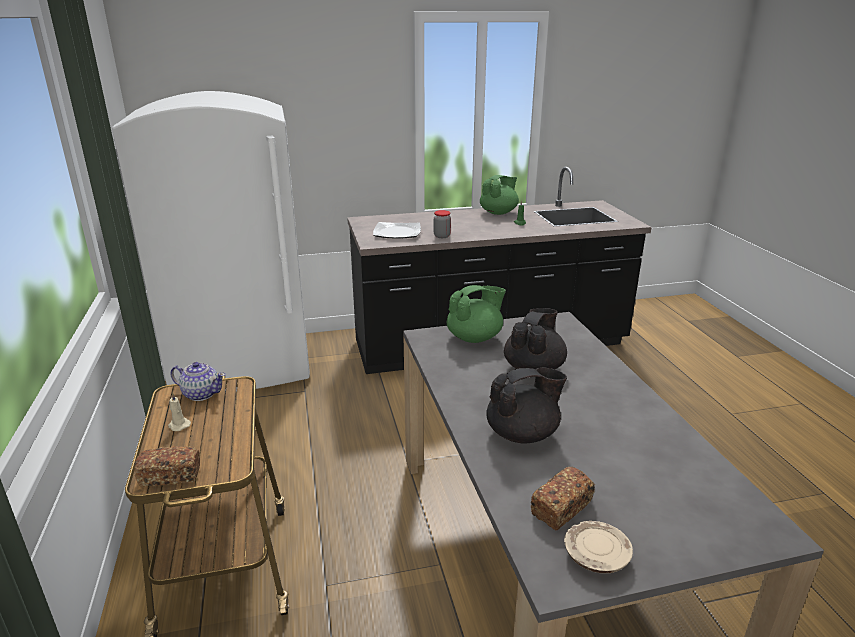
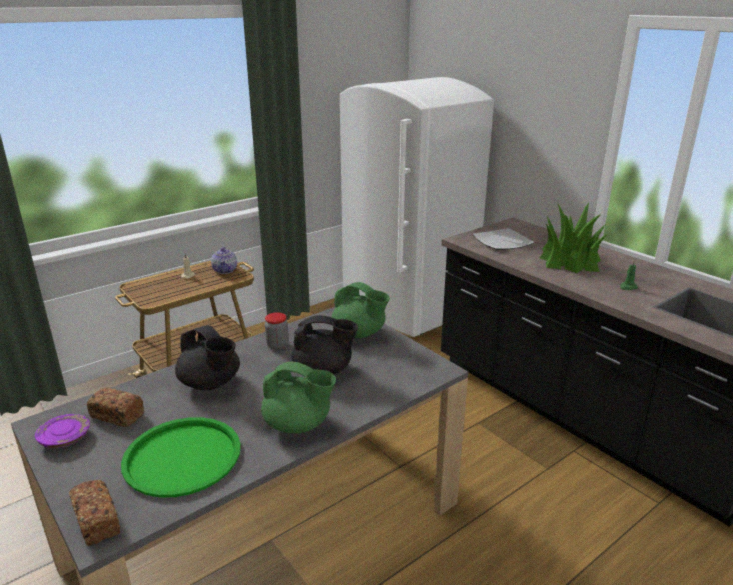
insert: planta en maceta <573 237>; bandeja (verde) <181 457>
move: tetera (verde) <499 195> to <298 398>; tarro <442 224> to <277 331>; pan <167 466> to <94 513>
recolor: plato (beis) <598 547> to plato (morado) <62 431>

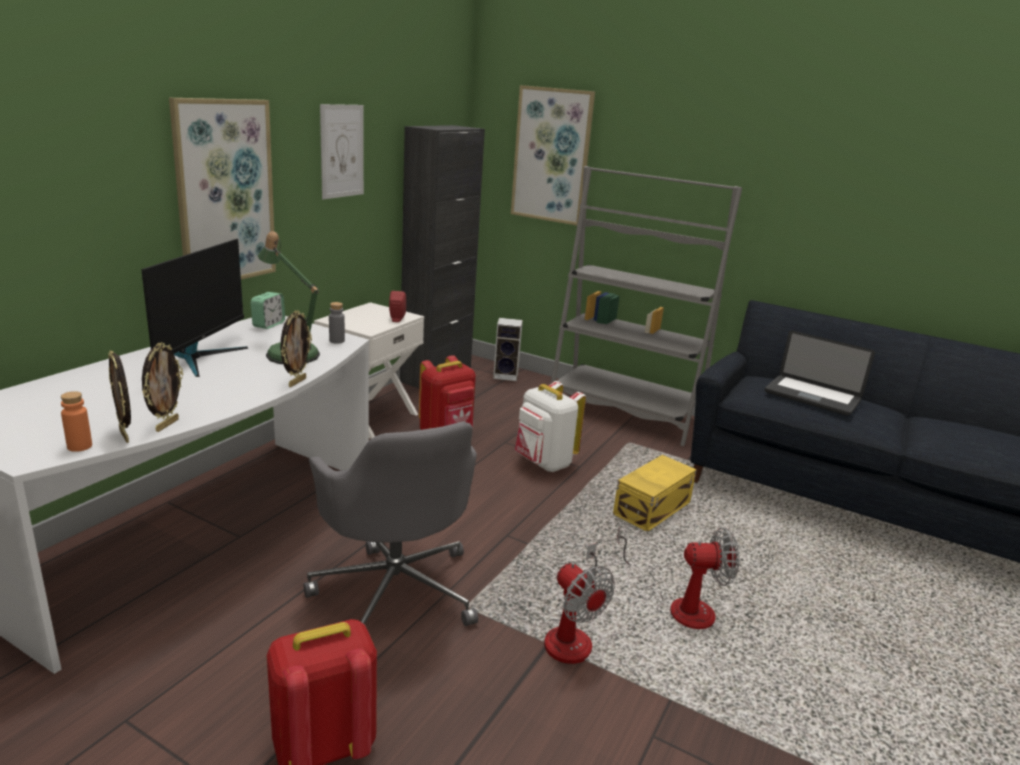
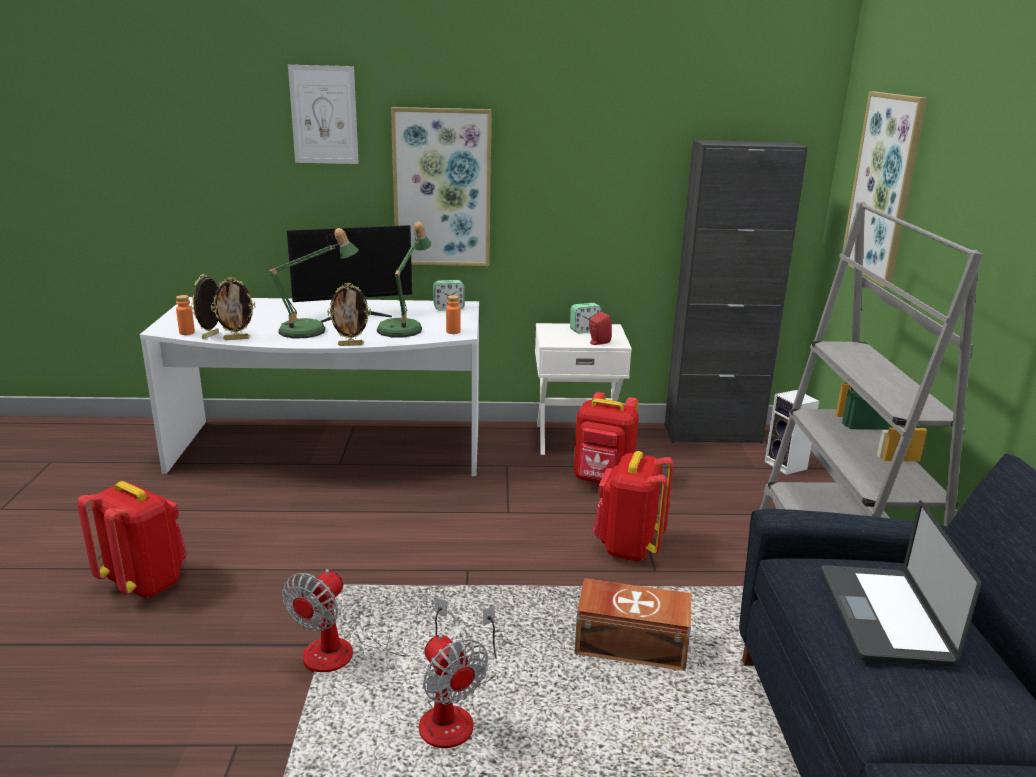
delete: silla de oficina (gris) <391 524>
insert: lámpara de mesa <312 283>; despertador <586 318>
move: cuadro <342 151> to <323 114>
recolor: botella (gris) <337 322> to botella (naranja) <453 314>; mochila (blanco) <550 426> to mochila (rojo) <633 506>; caja de almacenaje (amarillo) <655 493> to caja de almacenaje (marrón) <632 624>

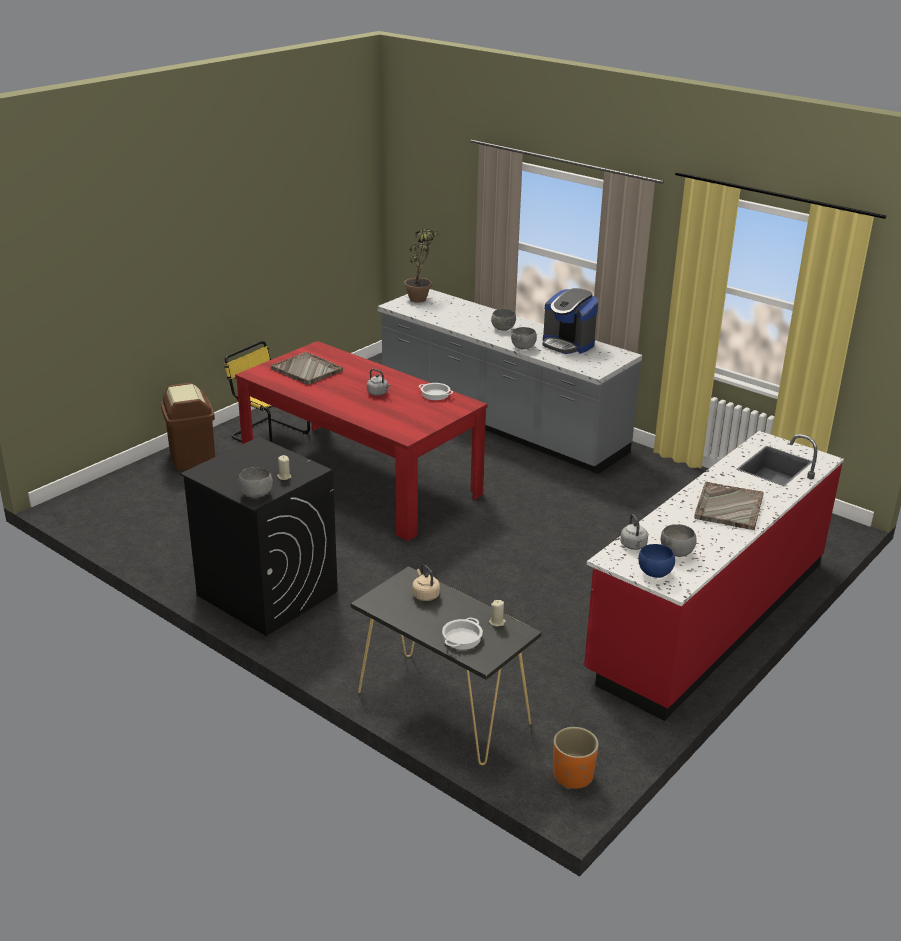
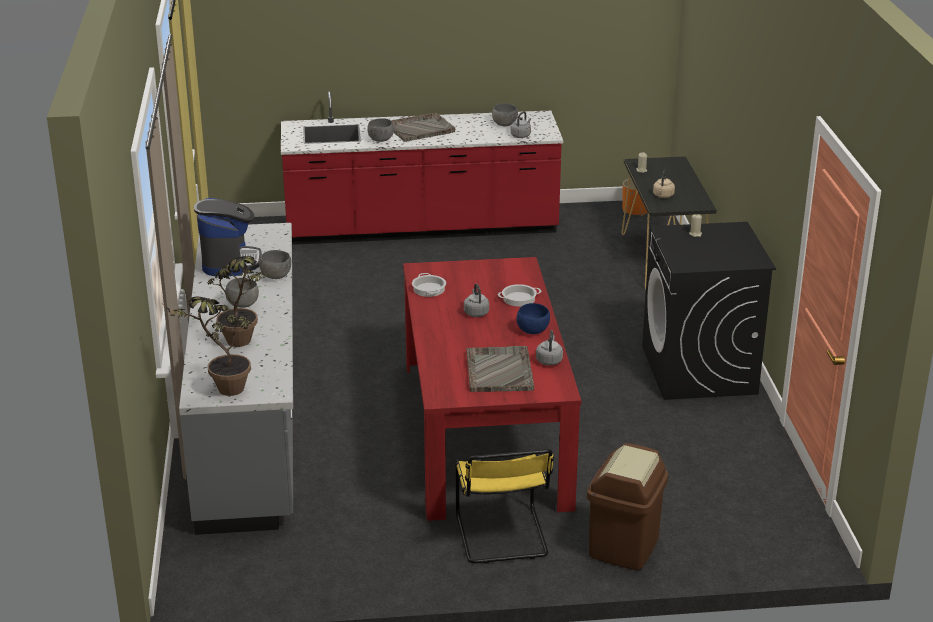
insert: planta en maceta <236 301>; hervidor (gris) <549 347>
move: cuenco (gris) <255 482> to <380 130>; cuenco (azul) <656 561> to <533 318>; olla <462 634> to <519 295>

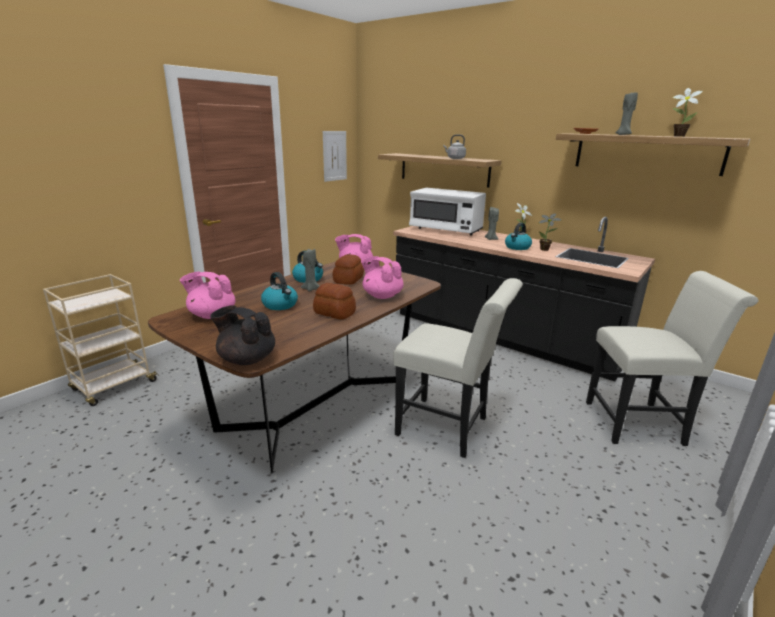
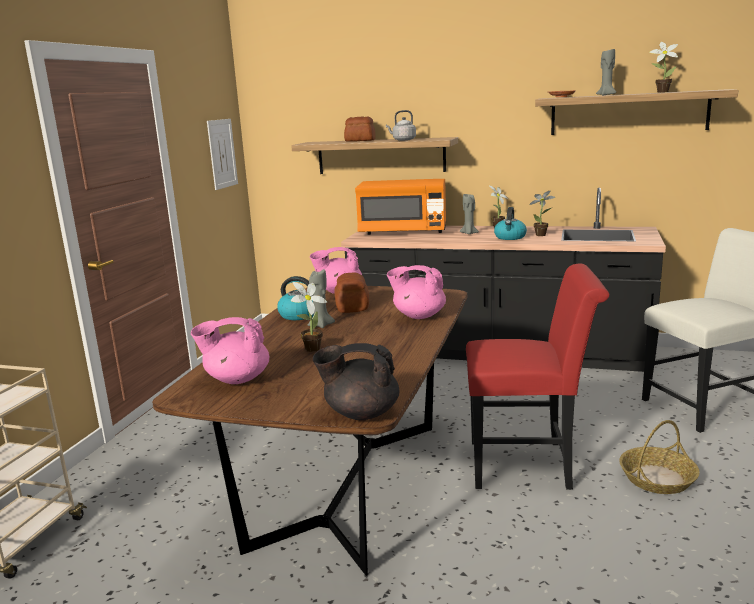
insert: cesta <659 457>
move: pan <334 301> to <360 129>
replace: hervidor <279 291> to planta en maceta <309 317>
recolor: microondas (blanco) <447 212> to microondas (naranja) <400 207>; silla (blanco) <458 368> to silla (rojo) <537 377>

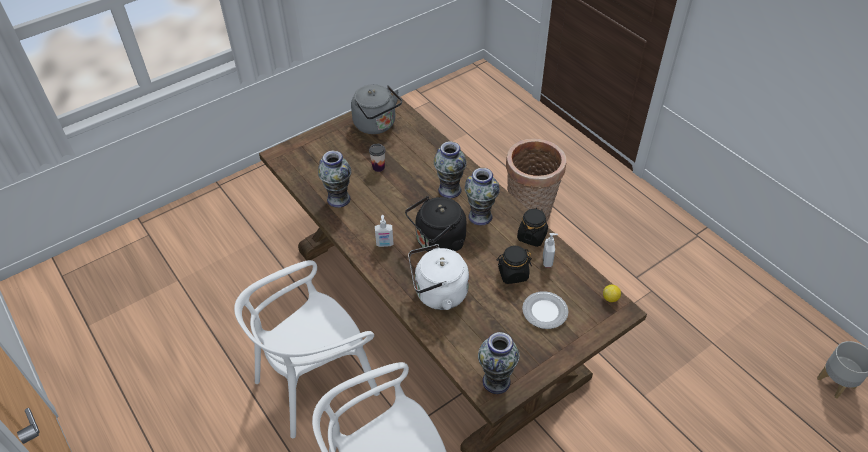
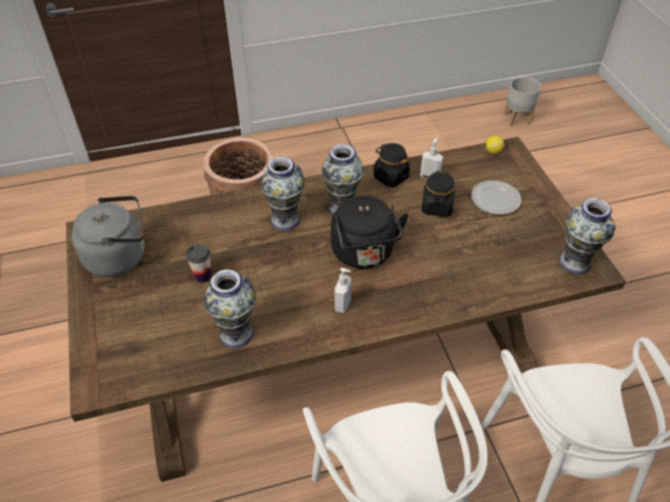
delete: hervidor (blanco) <438 277>

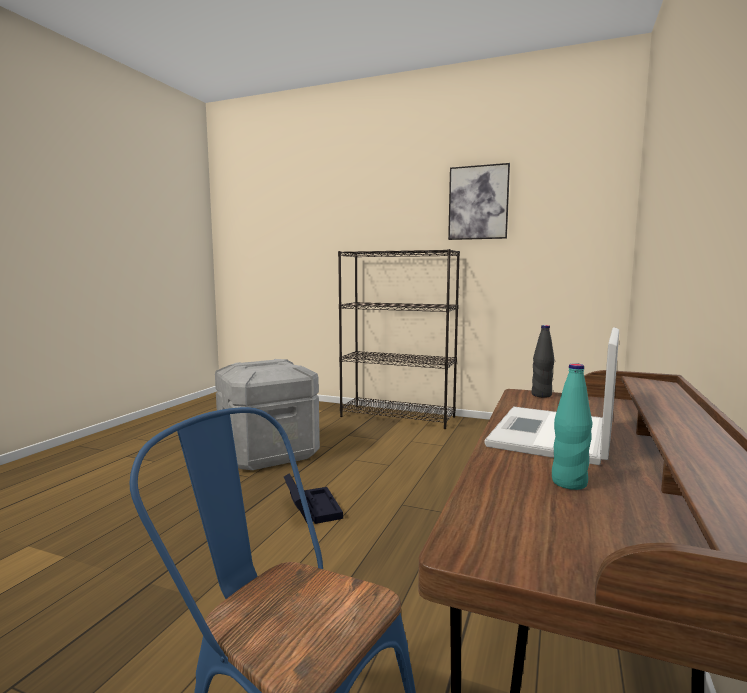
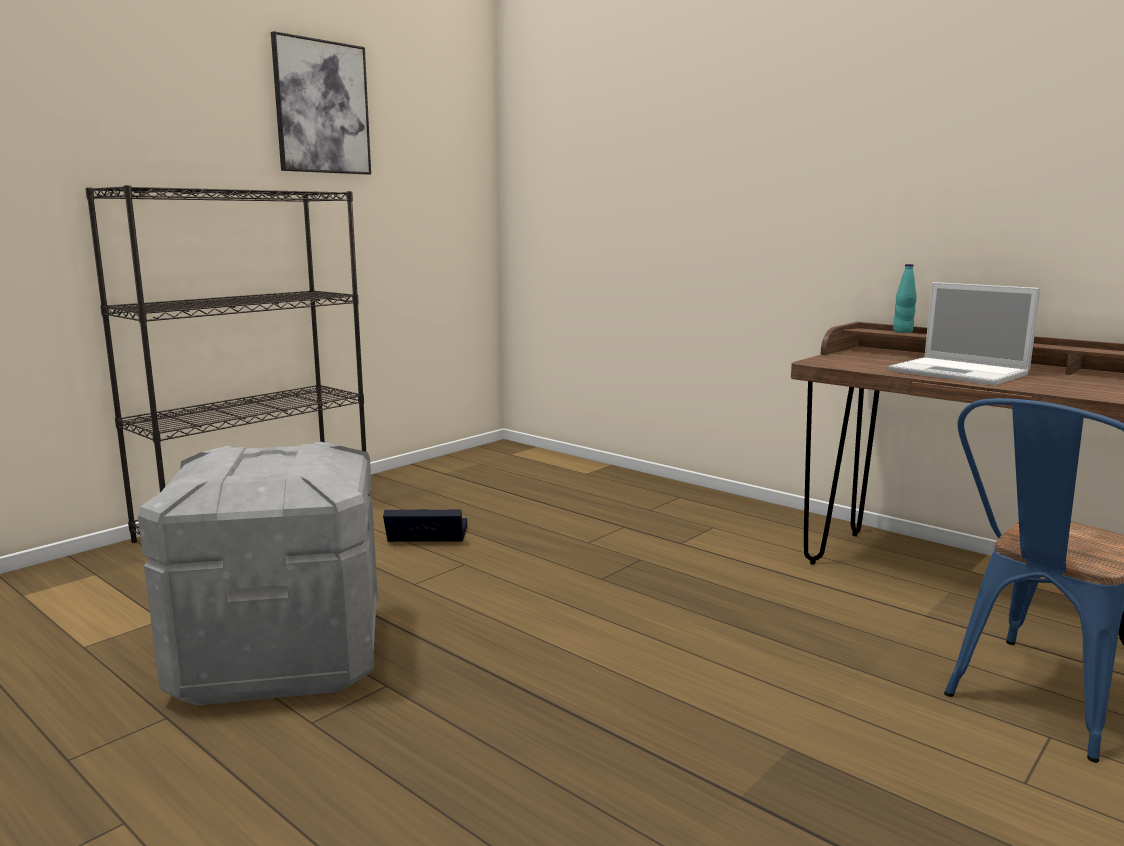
delete: botella (negro) <542 361>
move: botella (turquesa) <572 426> to <905 298>; caja de almacenaje (negro) <313 498> to <425 525>

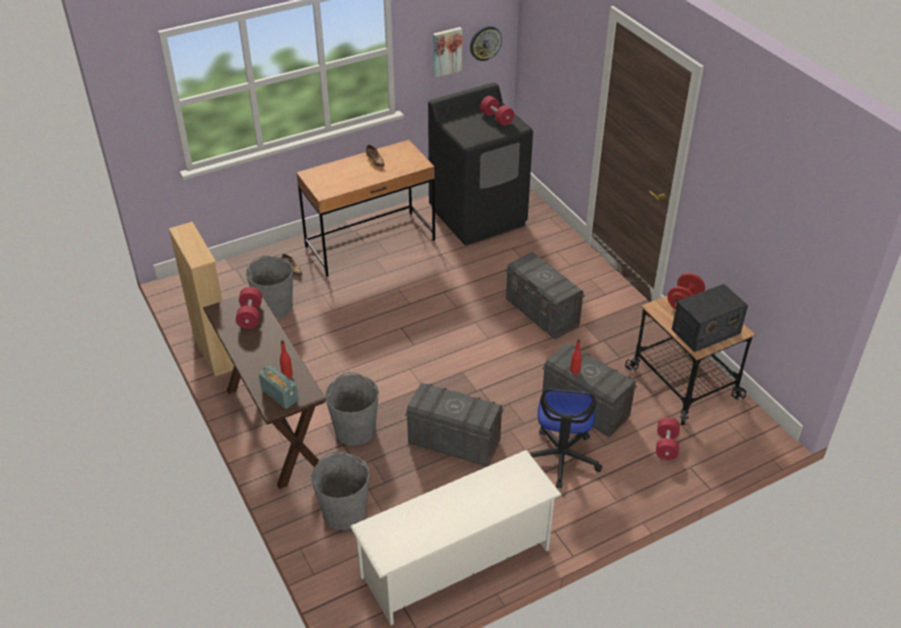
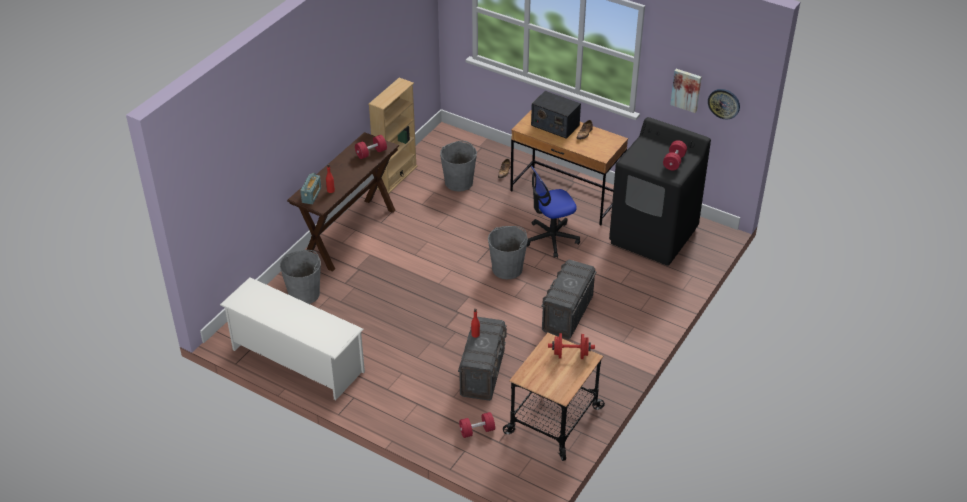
delete: caja de almacenaje (gris) <454 425>
move: radio <710 318> to <556 115>; cubo (gris) <352 409> to <508 252>; silla de oficina <565 438> to <553 212>

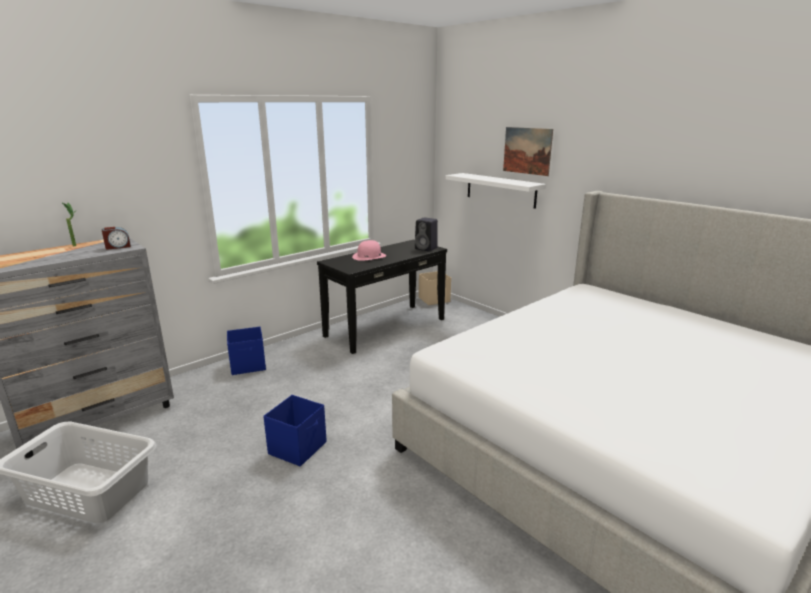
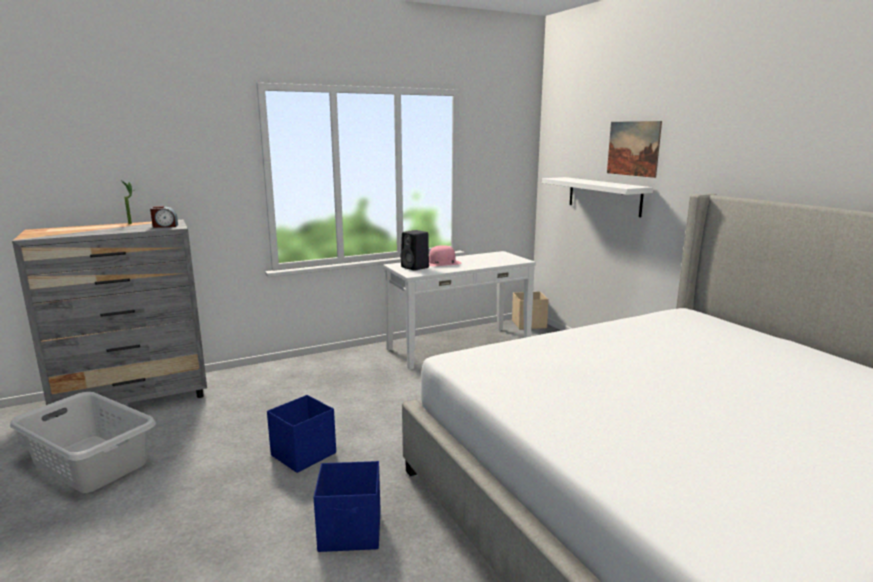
move: altavoz (negro) <426 234> to <414 250>; caja de almacenaje (azul) <246 351> to <347 506>
recolor: mesa consola (negro) <382 297> to mesa consola (blanco) <459 310>

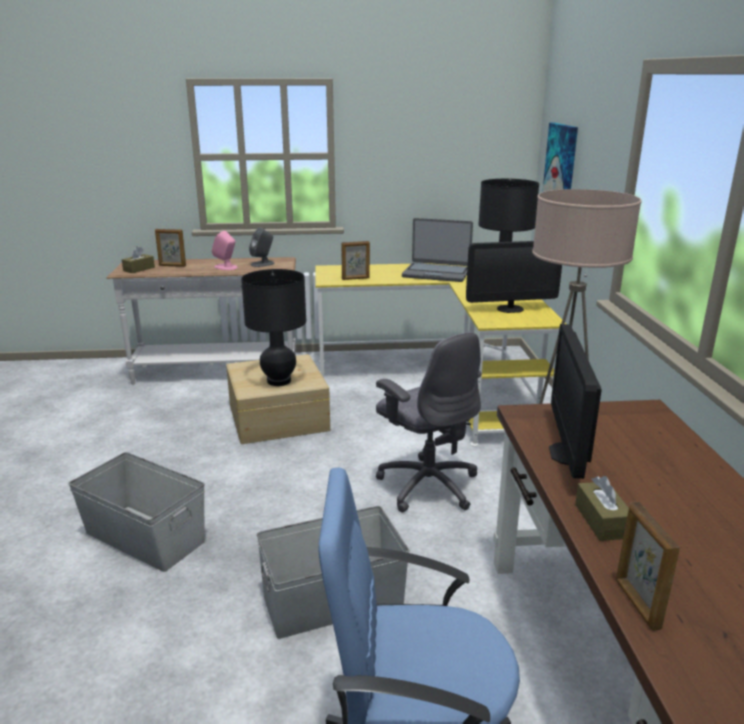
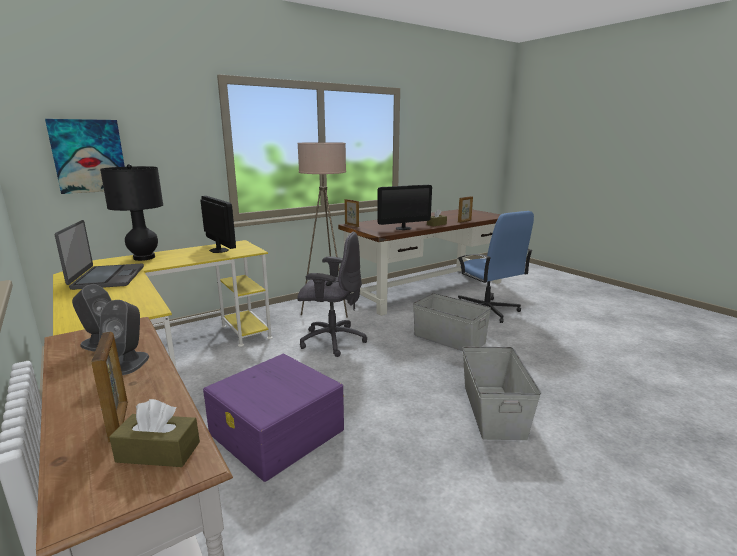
delete: lámpara de mesa (negro) <273 327>
move: portarretratos <355 260> to <351 213>
recolor: altavoz (rosa) <225 250> to altavoz (gris) <124 337>; caja de almacenaje (beis) <278 399> to caja de almacenaje (morado) <273 418>
rotate: silla de oficina (gris) <428 422> = <332 294> 75 degrees clockwise

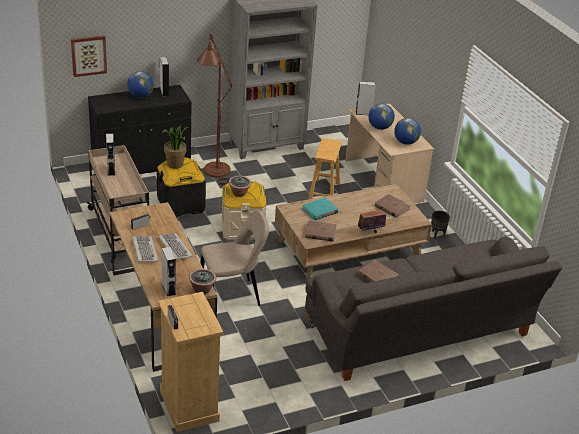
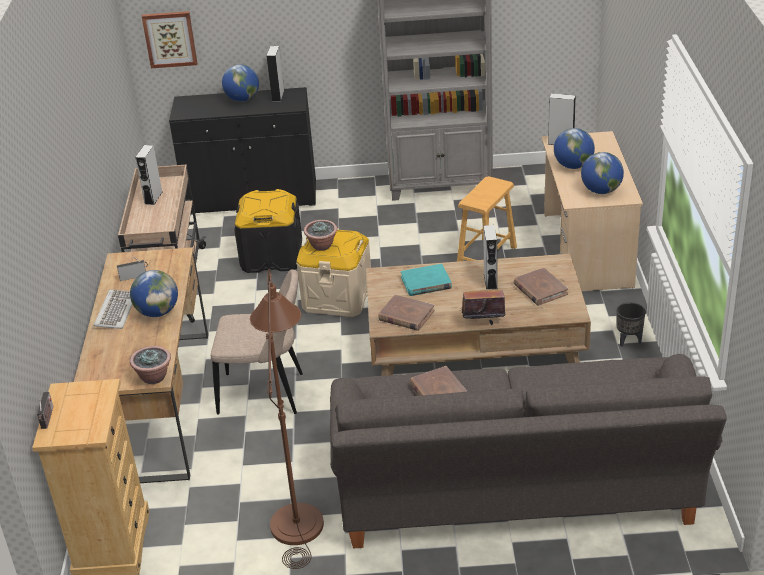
delete: planta en maceta <174 147>
move: lámpara de pie (marrón) <214 110> to <287 419>; altavoz (gris) <168 272> to <490 257>
replace: teclado <175 246> to globo terráqueo <154 293>

